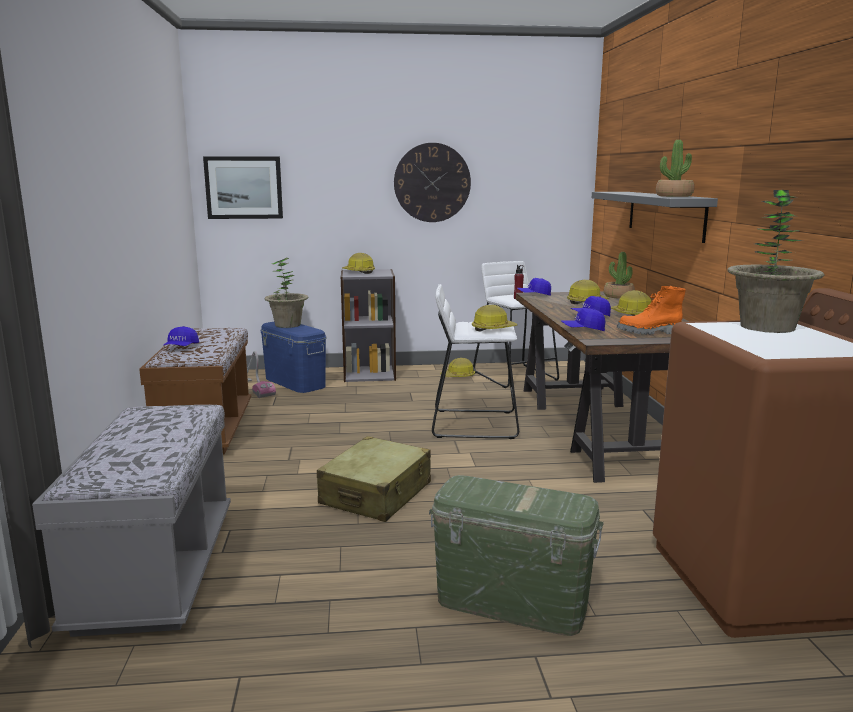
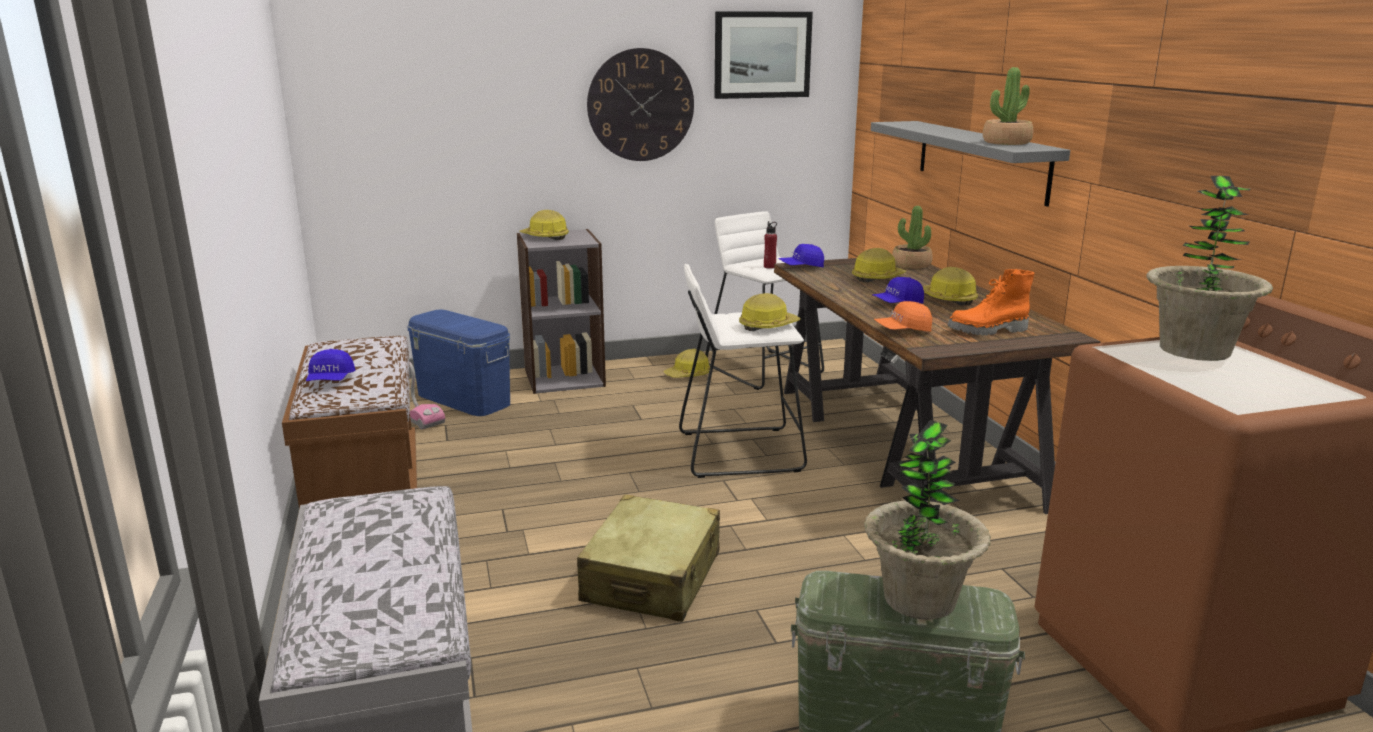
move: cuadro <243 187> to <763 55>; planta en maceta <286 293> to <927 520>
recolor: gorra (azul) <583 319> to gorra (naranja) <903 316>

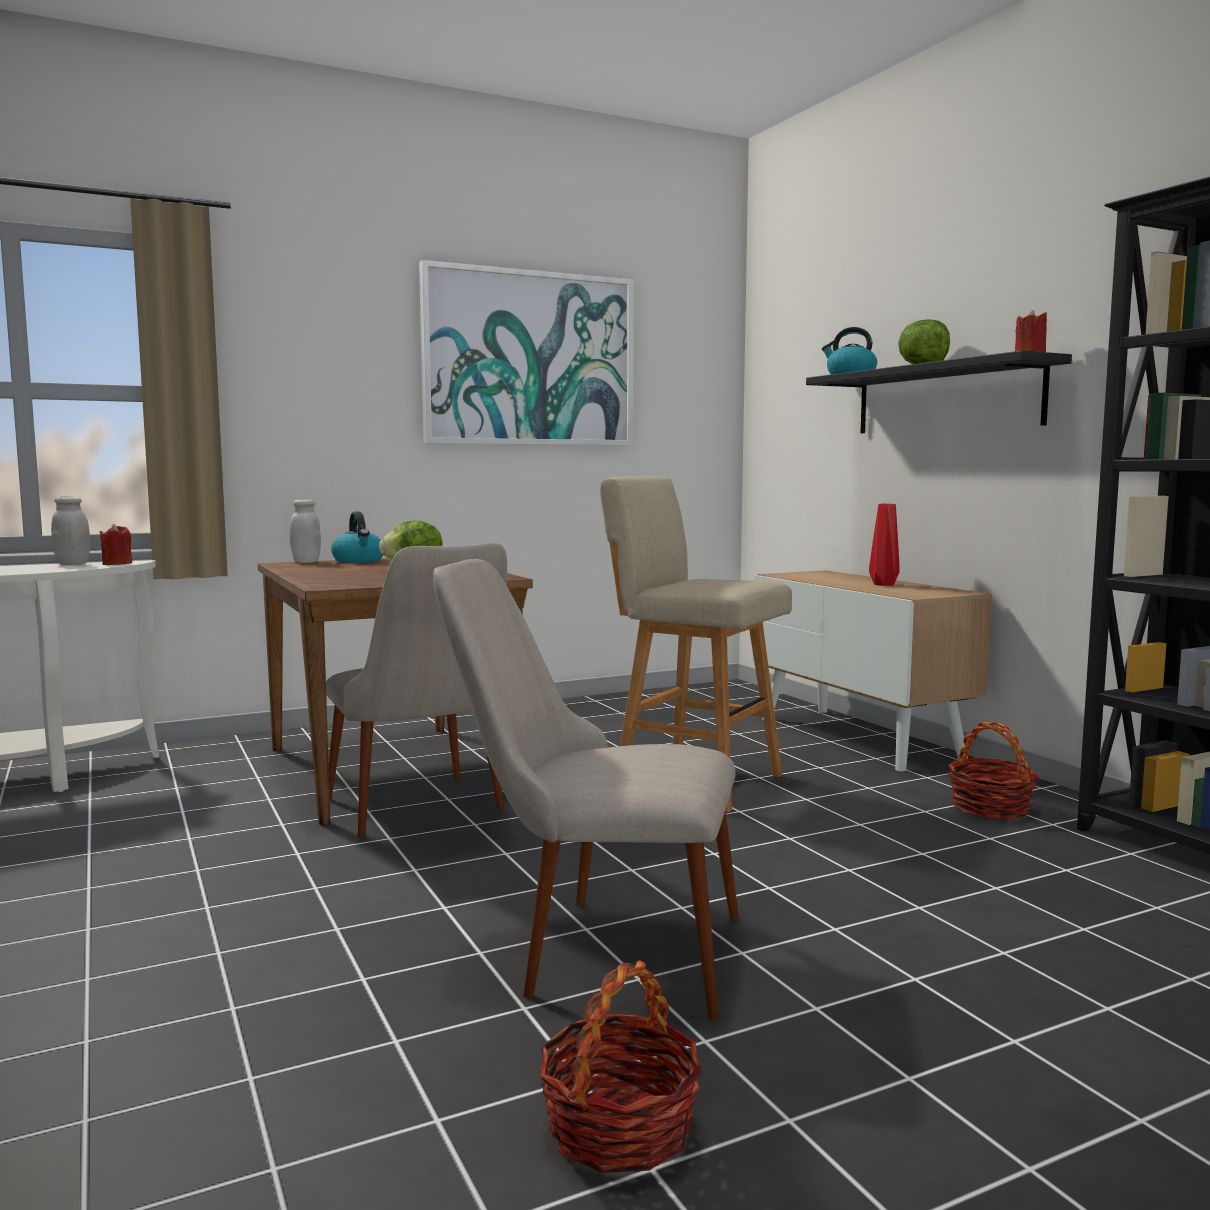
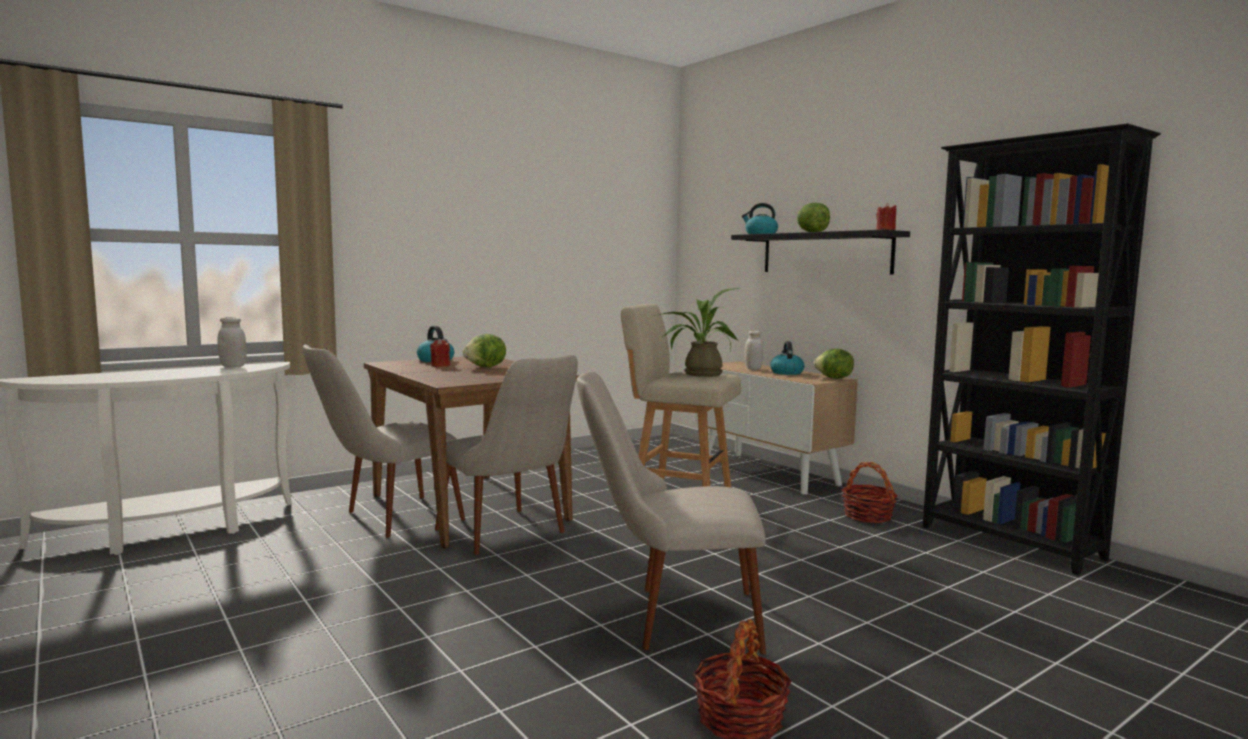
delete: cuadro <526 353>
insert: planta en maceta <697 332>; silla (beis) <384 441>; lechuga <834 364>
move: tarro (blanco) <305 531> to <754 350>; vela (rojo) <116 544> to <440 353>
replace: florero (rojo) <884 545> to hervidor <787 358>

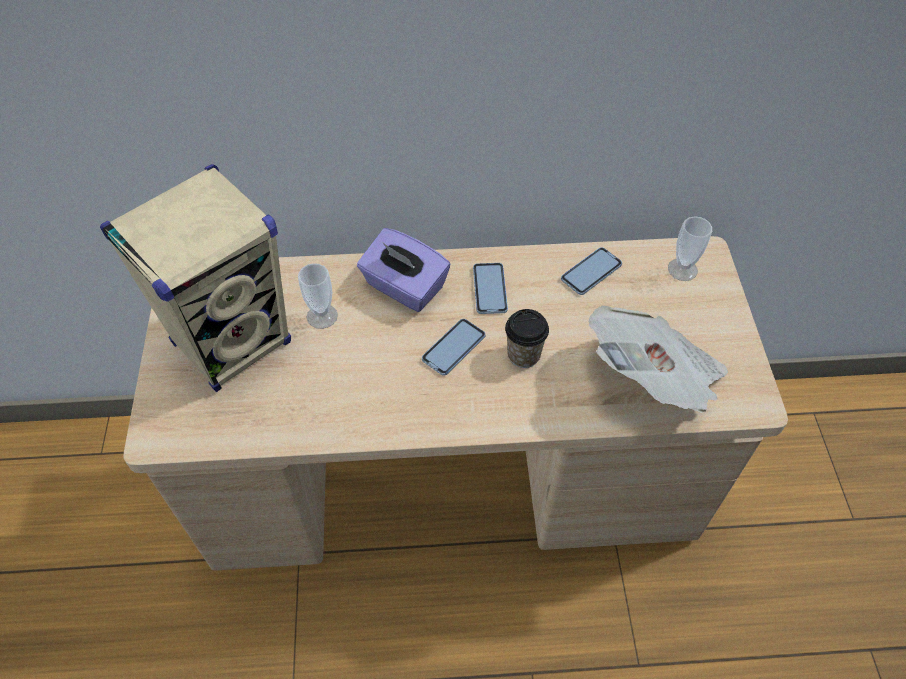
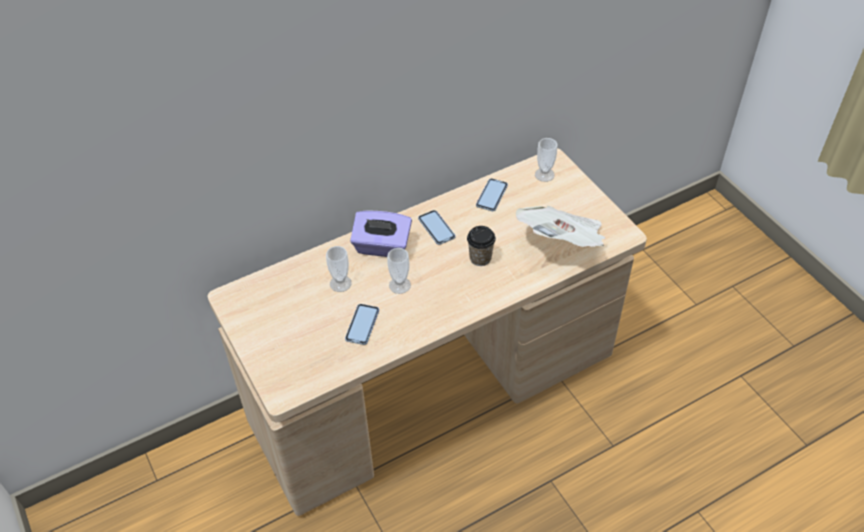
delete: altavoz (beis) <195 278>
insert: taza <399 271>
move: móvil <454 347> to <362 324>

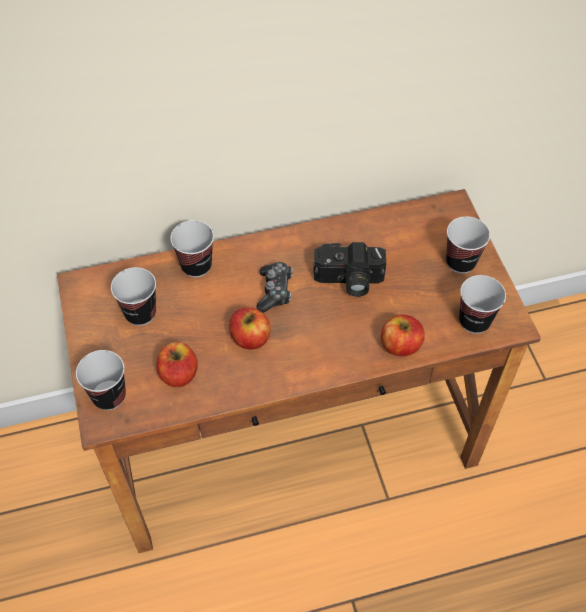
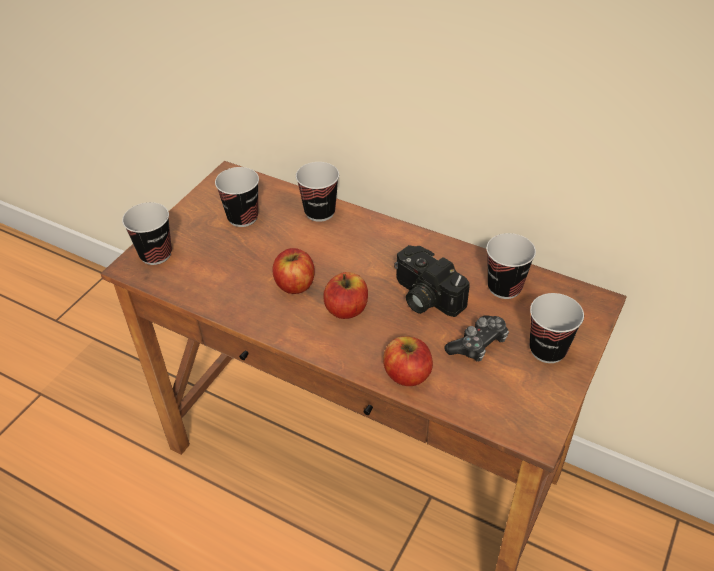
move: mando de consola <274 287> to <476 338>; taza <482 304> to <511 266>; manzana <177 364> to <345 295>

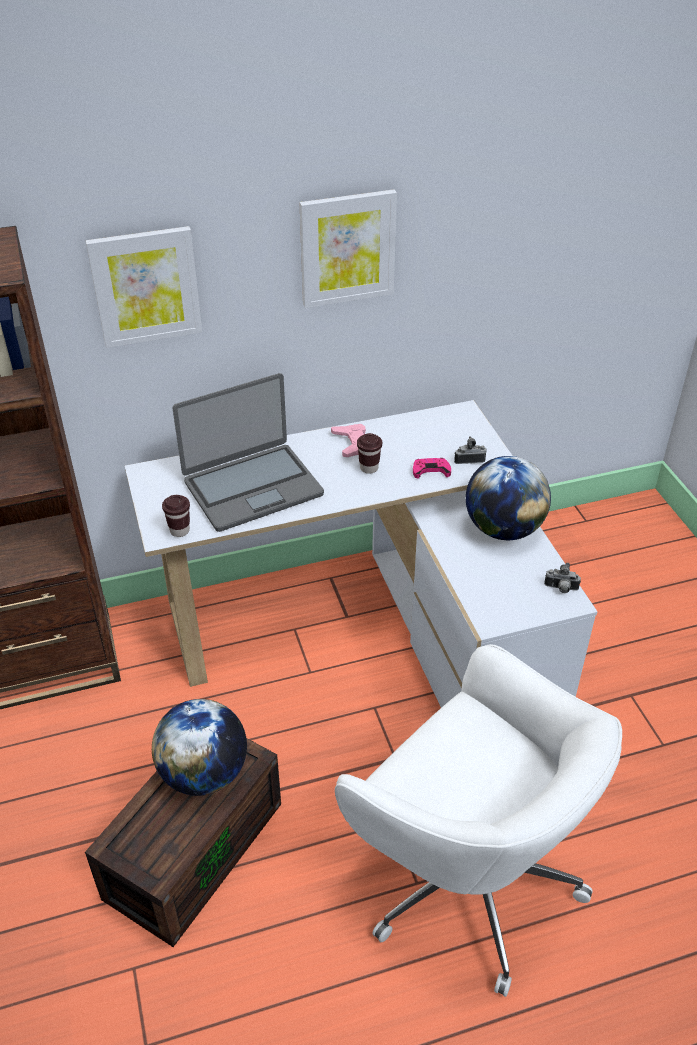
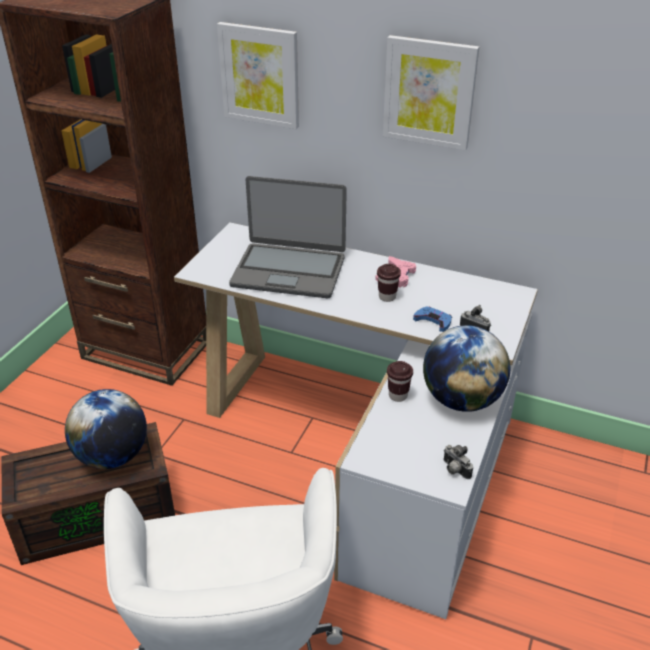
move: taza (marrón) <176 516> to <400 381>
recolor: mando de consola (rosa) <432 468> to mando de consola (azul) <432 319>

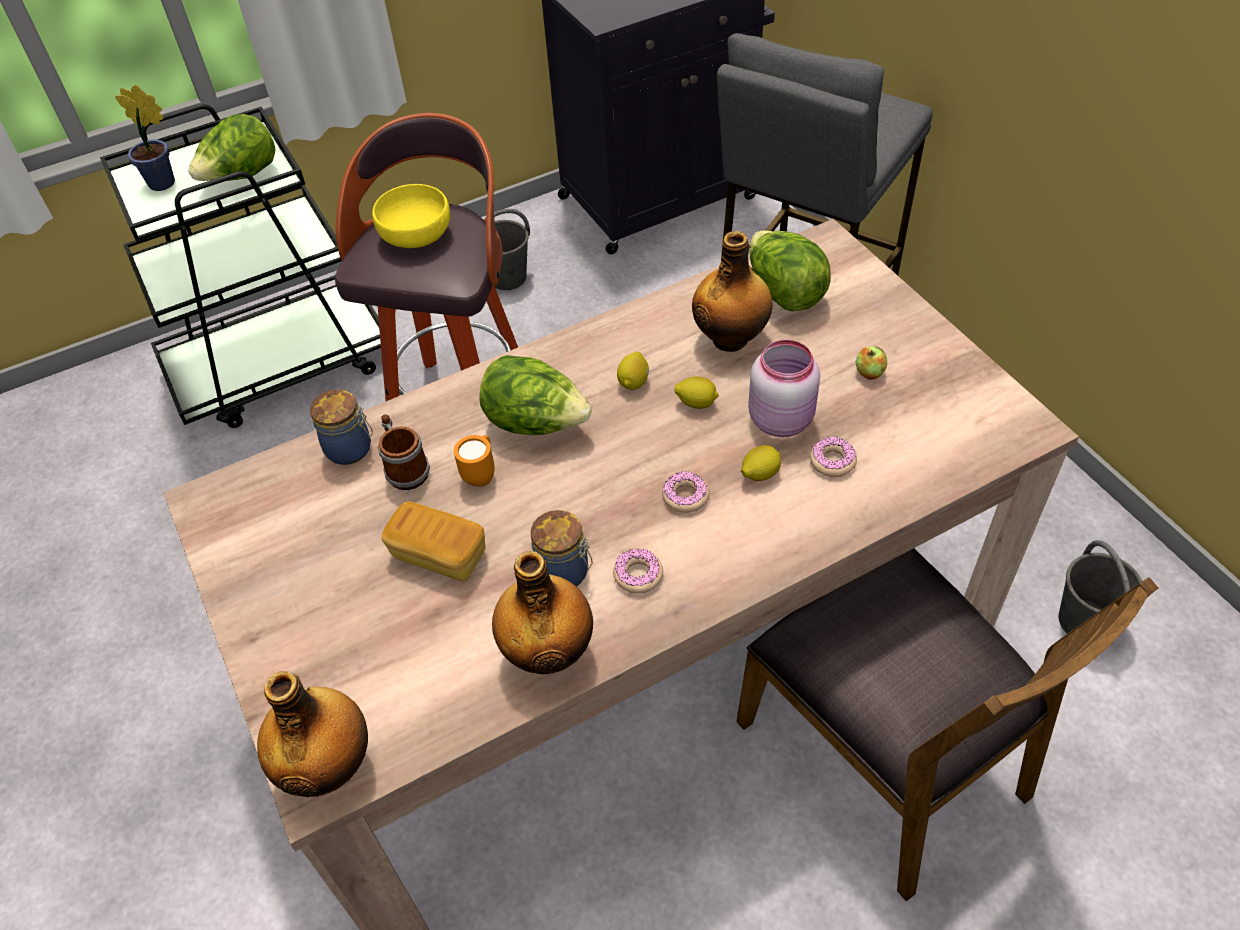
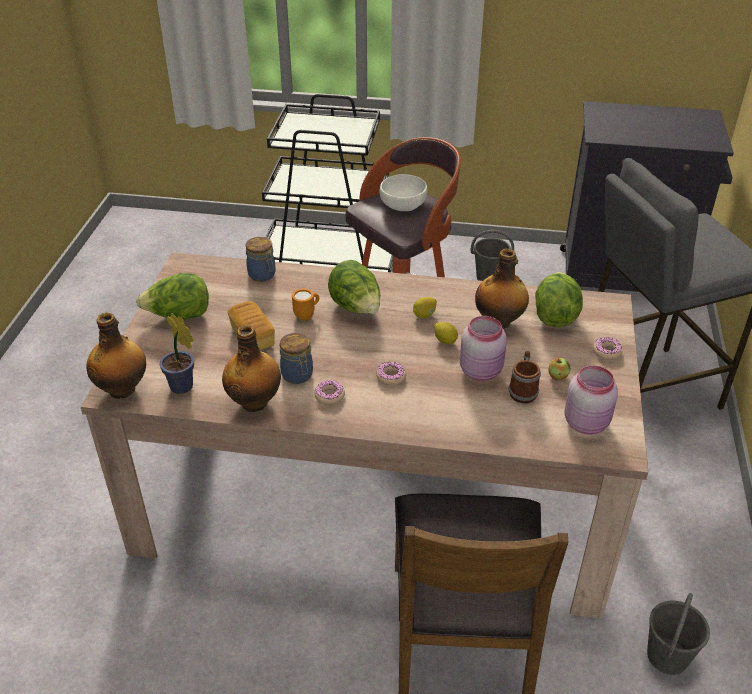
delete: limón <761 463>
insert: tarro (rosa) <591 400>
move: planta en maceta <145 138> to <177 353>; lechuga <231 147> to <172 296>; taza grande <404 452> to <524 377>; rosquilla <833 456> to <607 348>
recolor: cuenco (amarillo) <411 216> to cuenco (blanco) <403 192>

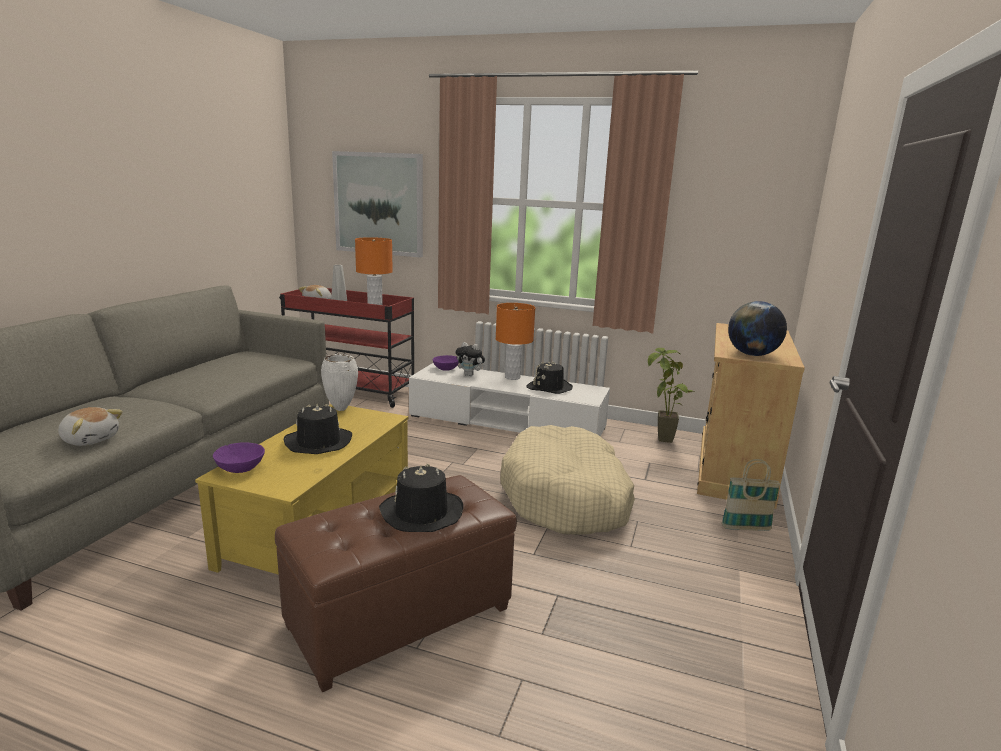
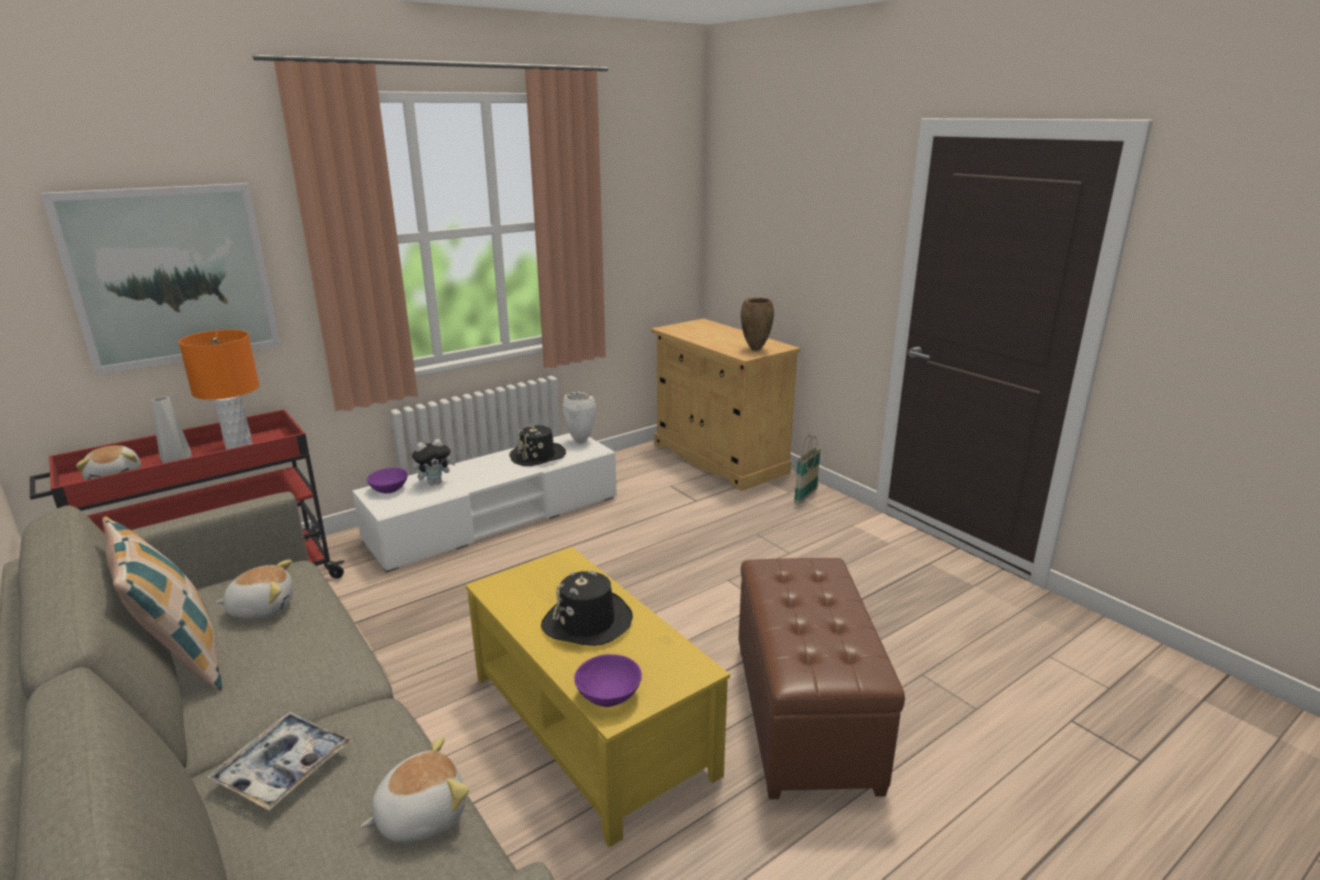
delete: lámpara de mesa (naranja) <515 341>; planta en maceta <671 395>; cama para perro (beis) <567 479>; sombrero (negro) <421 498>
insert: cojín <162 603>; peluche <254 589>; bandeja <280 761>
move: florero (blanco) <339 382> to <579 418>
replace: globo terráqueo <757 328> to florero (marrón) <757 324>

